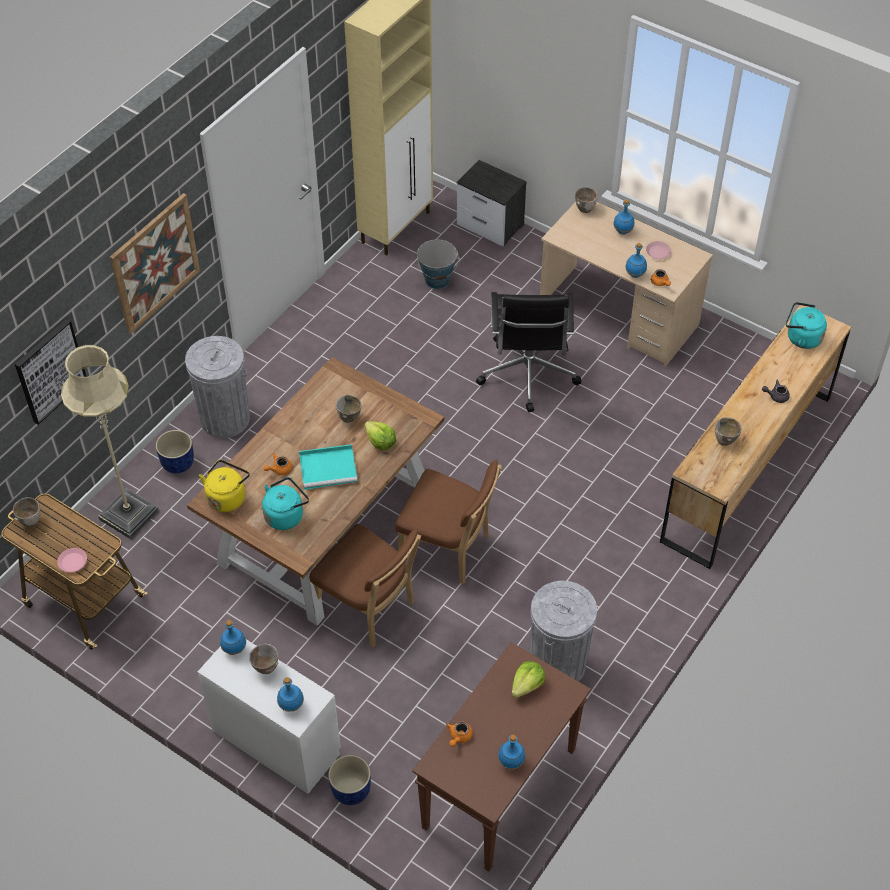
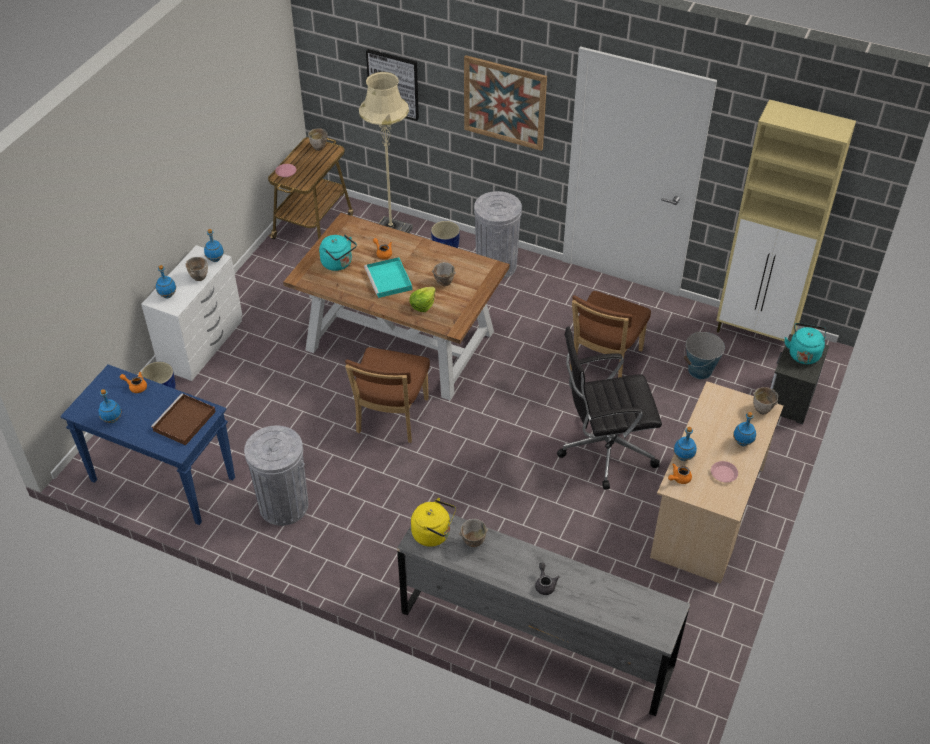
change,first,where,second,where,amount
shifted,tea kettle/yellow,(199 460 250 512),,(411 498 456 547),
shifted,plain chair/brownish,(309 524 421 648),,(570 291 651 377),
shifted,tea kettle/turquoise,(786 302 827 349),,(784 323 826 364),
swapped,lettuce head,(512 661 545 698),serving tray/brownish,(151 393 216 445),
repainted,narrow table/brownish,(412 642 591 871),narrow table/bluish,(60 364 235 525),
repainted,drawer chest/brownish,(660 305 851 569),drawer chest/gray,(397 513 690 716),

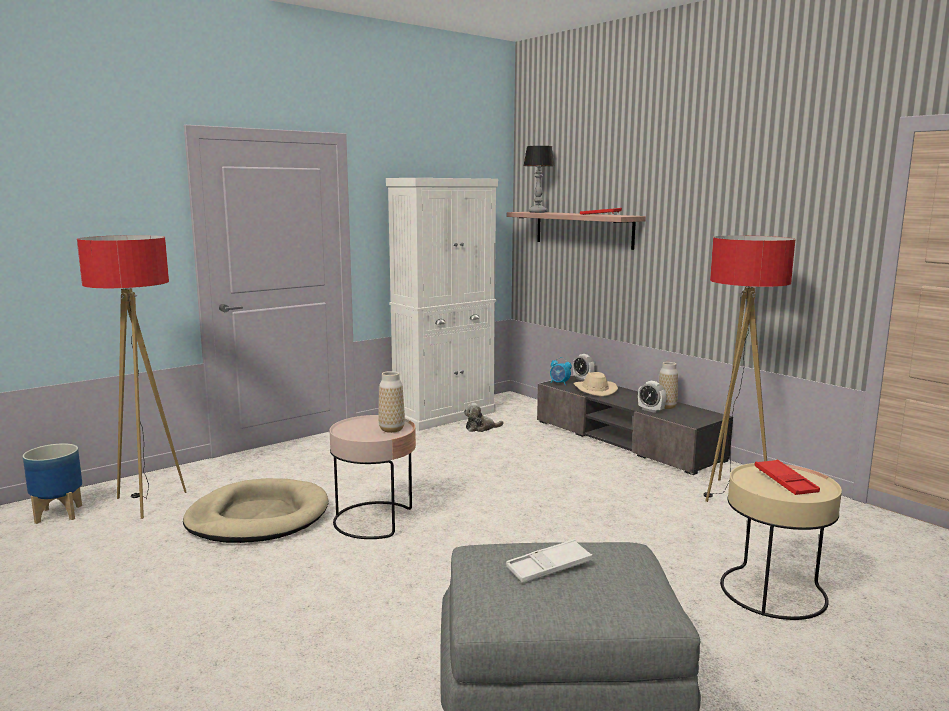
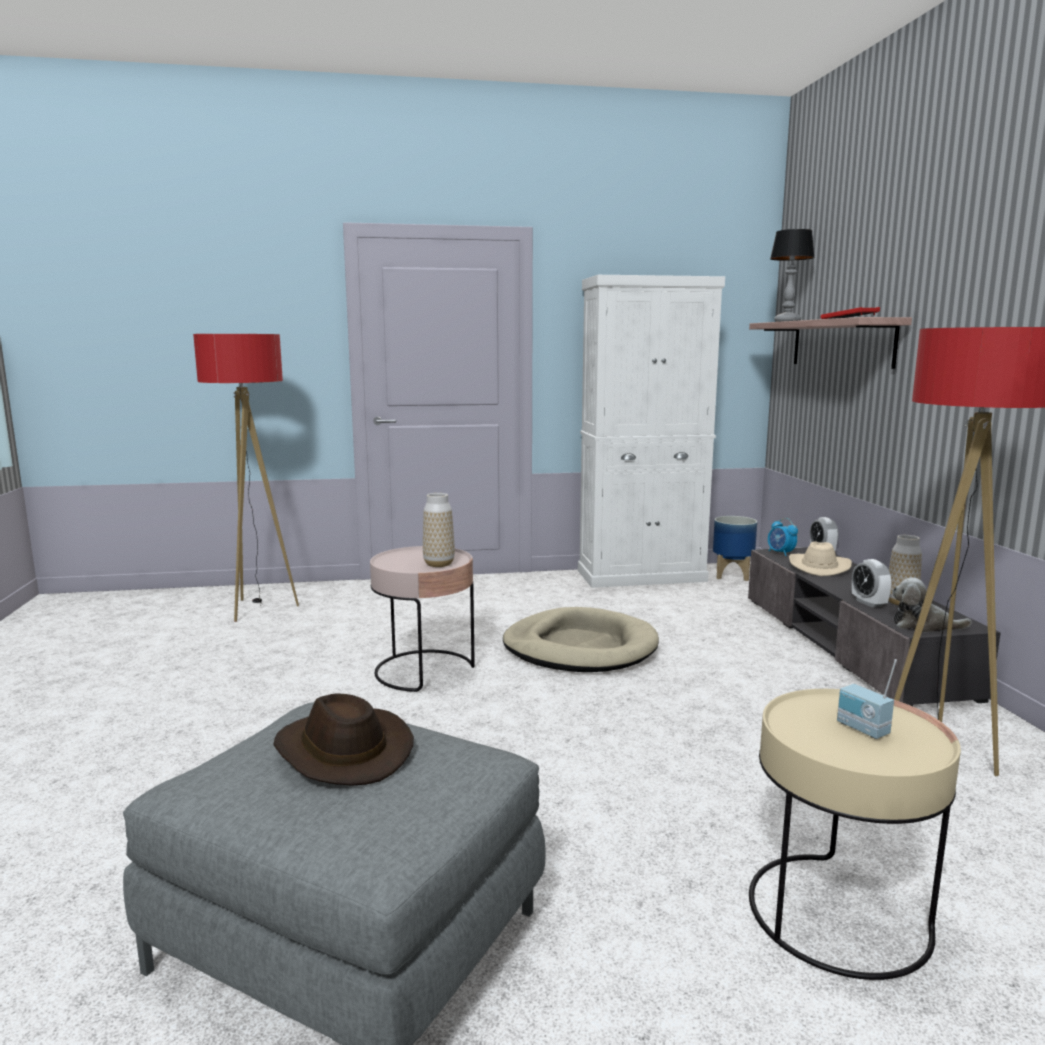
change,first,where,second,where,amount
shifted,planter,(23 443 82 524),,(713 516 757 581),
shifted,dog cushion/beige-coloured,(183 478 329 543),,(503 607 659 672),
shifted,plush toy,(464 403 504 432),,(892 577 972 632),
swapped,serving tray/white-coloured,(506 539 593 583),clothing hat/brownish,(273 693 414 786),
swapped,serving tray/red-coloured,(754 459 820 495),radio set,(837 659 897 739),

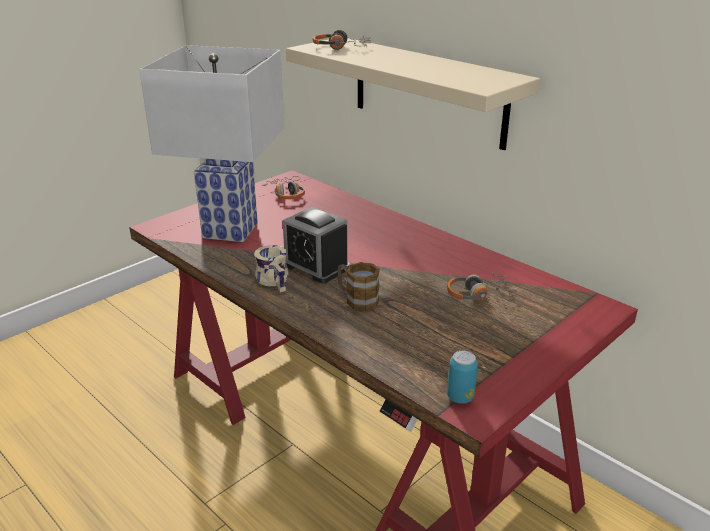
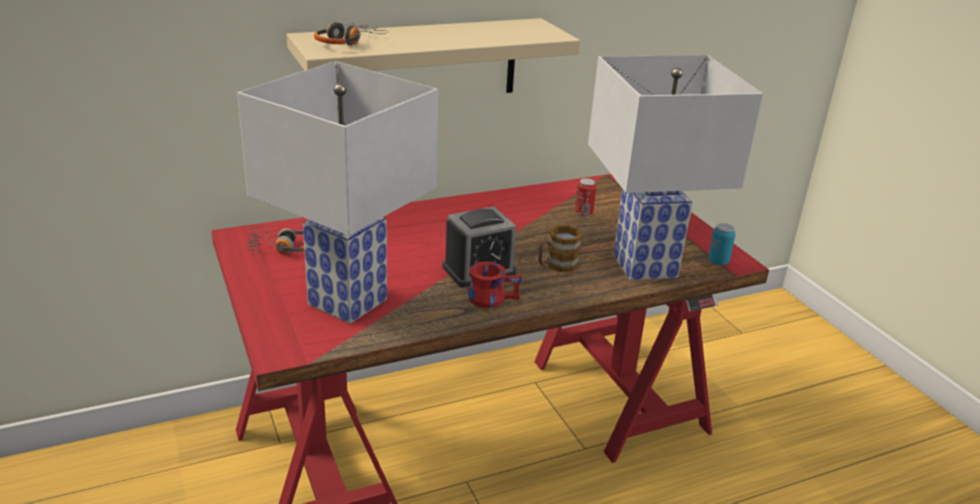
change,first,where,second,where,amount
new,,,lamp for a table/white-coloured,(588 55 763 281),
swapped,pair of headphones,(447 272 519 301),can,(574 178 597 217),
repainted,coffee mug/beige-coloured,(254 245 289 292),coffee mug/red-coloured,(468 261 522 308),

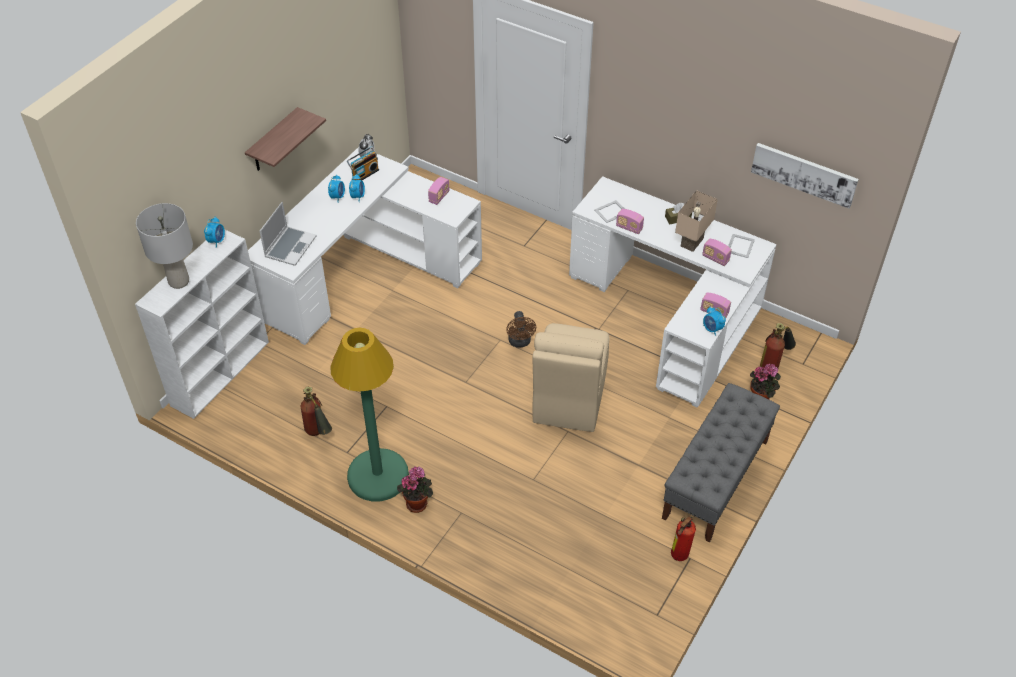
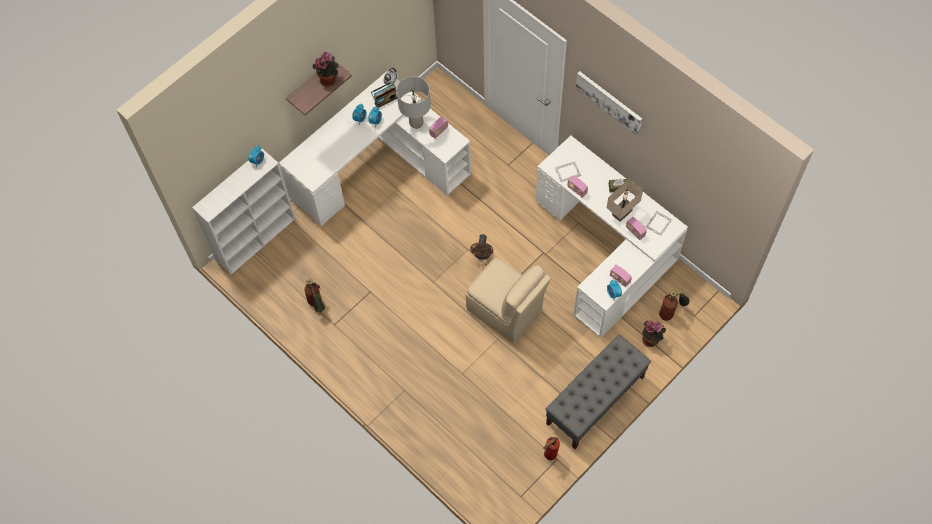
change,first,where,second,where,amount
gone,portable computer,(260 202 317 266),,,
gone,floor lamp/green,(330 328 409 501),,,
shifted,lamp for a table/gray,(136 203 193 289),,(397 76 431 129),
shifted,potted plant,(397 466 433 513),,(313 52 339 87),
shifted,picture,(751 143 859 208),,(576 71 642 136),
rotated,plain chair/beige-coloured,(532 323 609 432),,(466 258 551 344),75 degrees counterclockwise

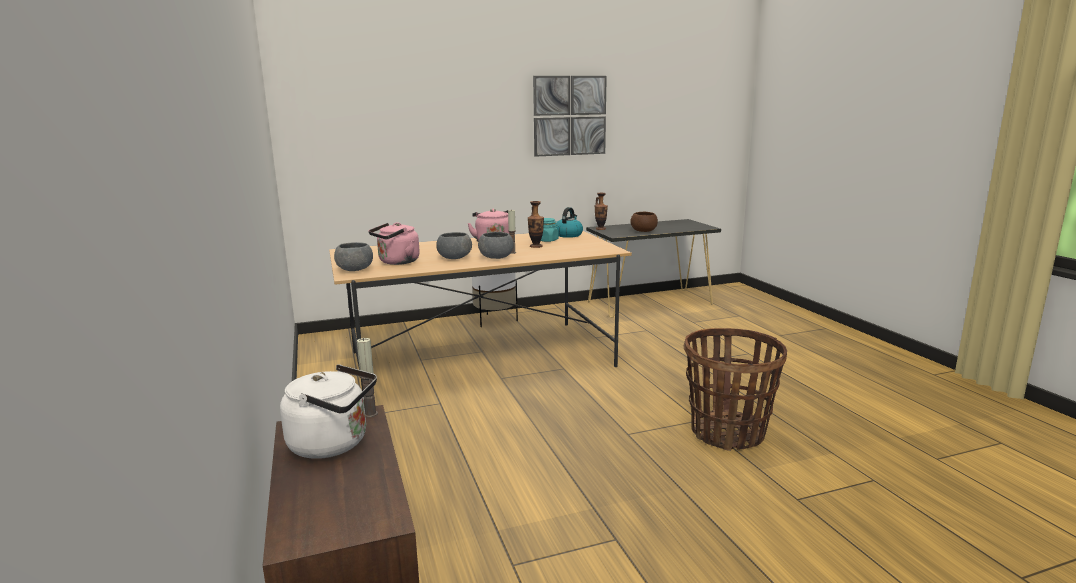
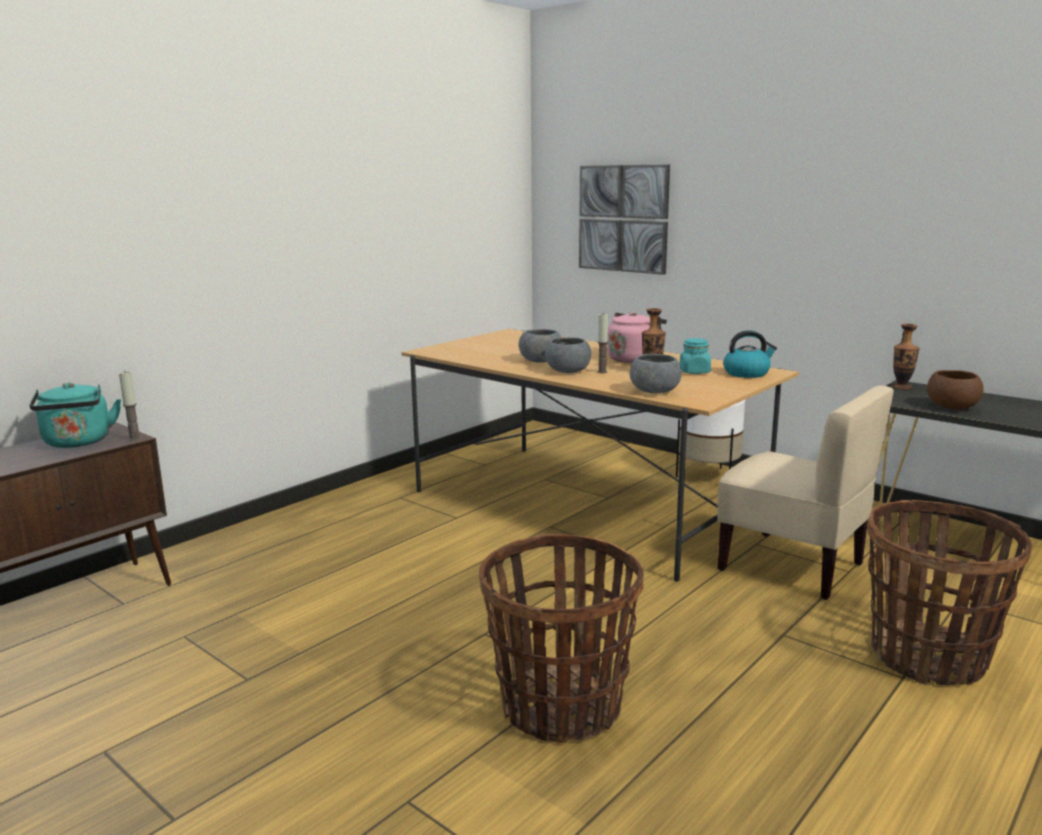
change,first,where,second,where,amount
gone,tea kettle/pinkish,(369 222 420 265),,,
new,,,plain chair/beige-coloured,(717 385 894 600),
new,,,storage basket,(867 500 1032 686),
shifted,bowl/gray,(334 242 373 271),,(630 354 682 393),
shifted,picture,(533 76 607 157),,(579 164 670 275),
repainted,tea kettle/white-coloured,(280 364 377 459),tea kettle/turquoise,(30 382 121 448),

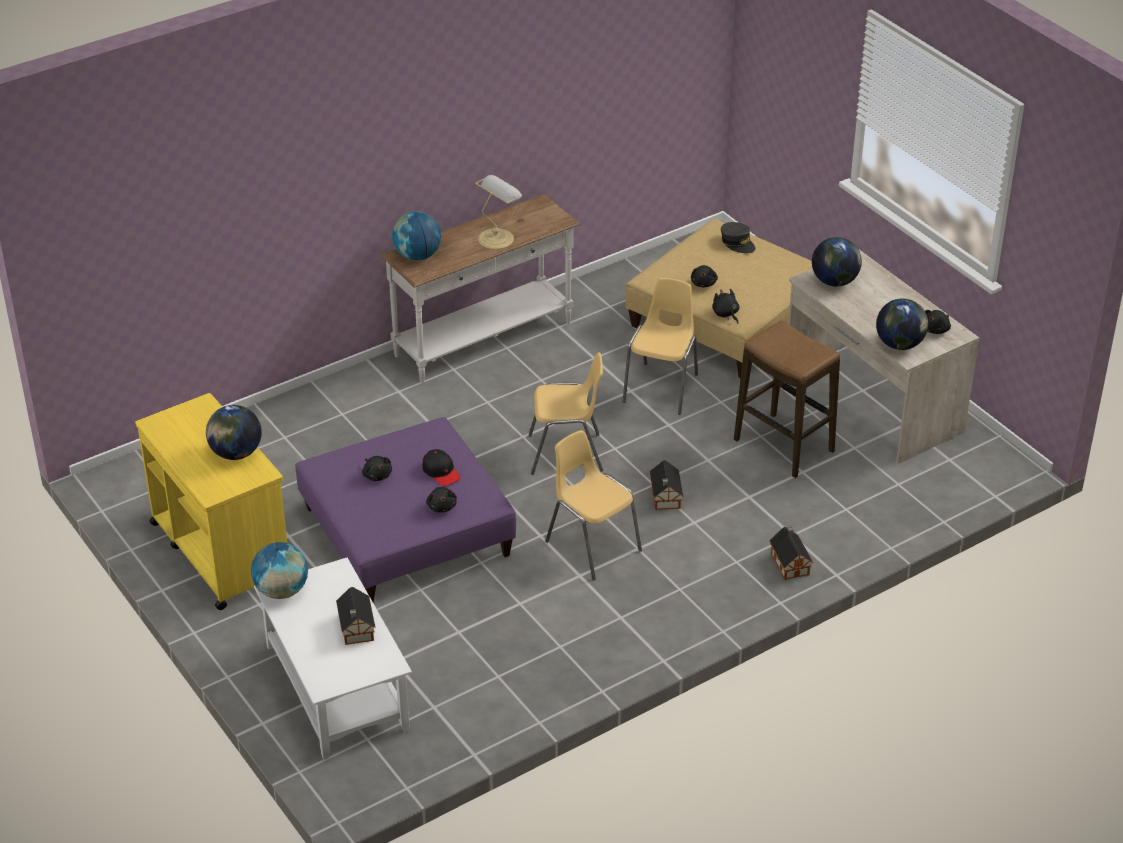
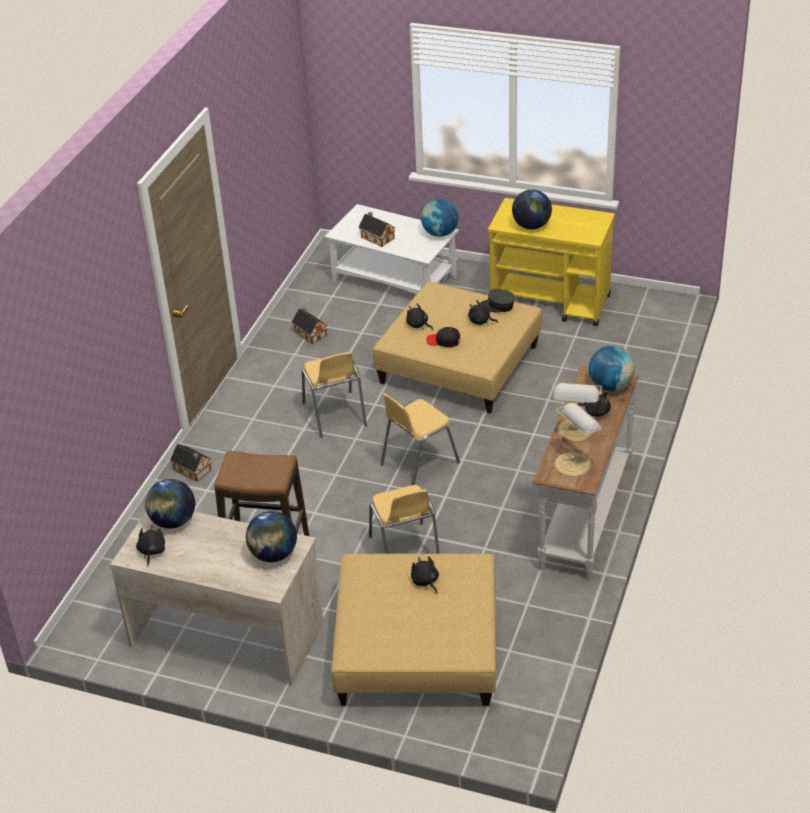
change,first,where,second,where,amount
new,,,lamp for a table,(555 403 601 477),
shifted,miniature house,(650 460 683 510),,(291 307 328 344),
shifted,plush toy/black,(712 289 740 324),,(578 392 611 417),
shifted,baseball cap/gray,(721 222 755 253),,(480 289 515 312),
repainted,pouffe/purple-coloured,(295 417 516 602),pouffe/beige-coloured,(373 281 542 414),
rotated,plain chair/yellow,(545 430 642 580),,(302 352 367 438),60 degrees clockwise

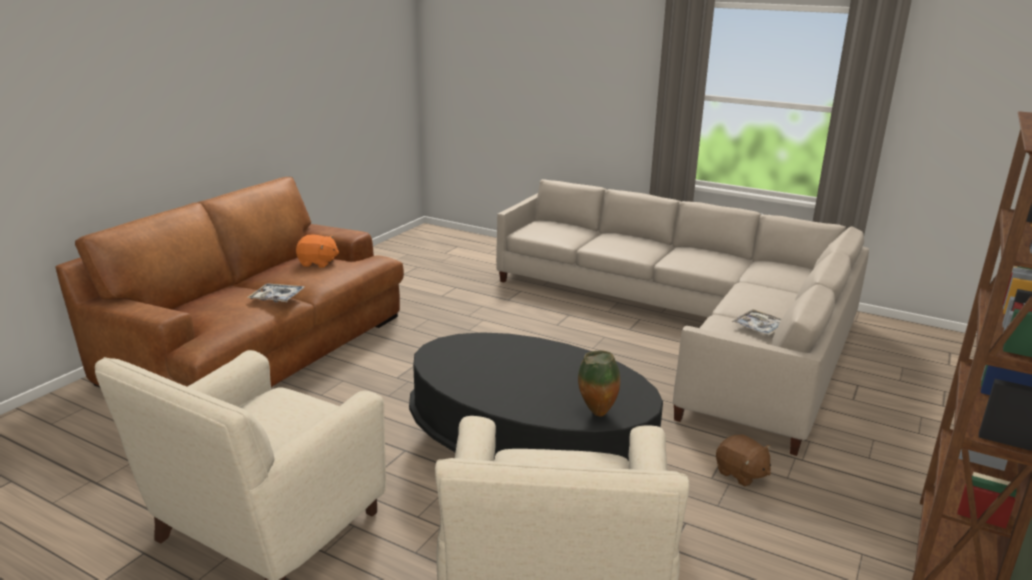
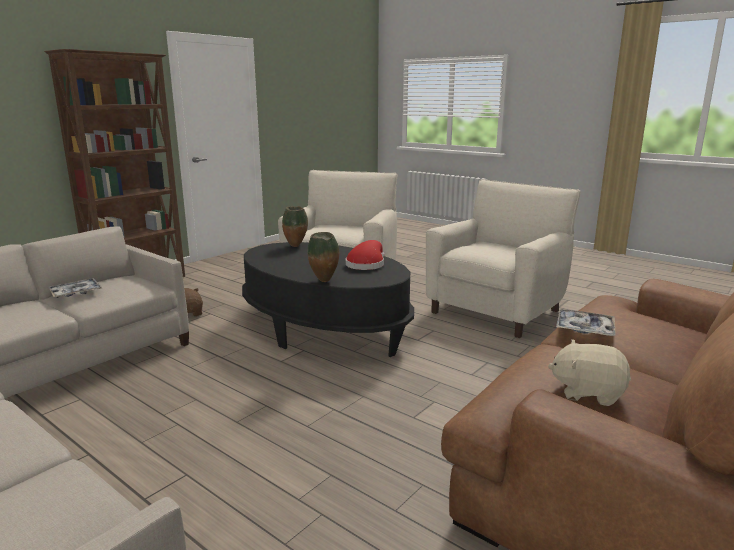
change,first,where,second,where,amount
new,,,vase,(307 232 339 282),
new,,,clothing hat/red-coloured,(346 240 385 270),
repainted,plush toy/orange-coloured,(296 235 339 268),plush toy/beige-coloured,(548 339 631 406),

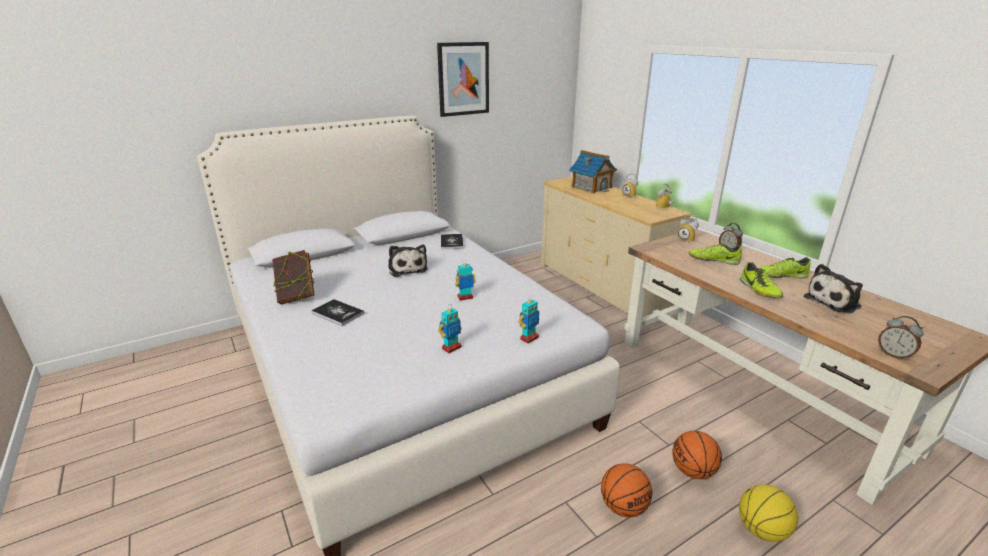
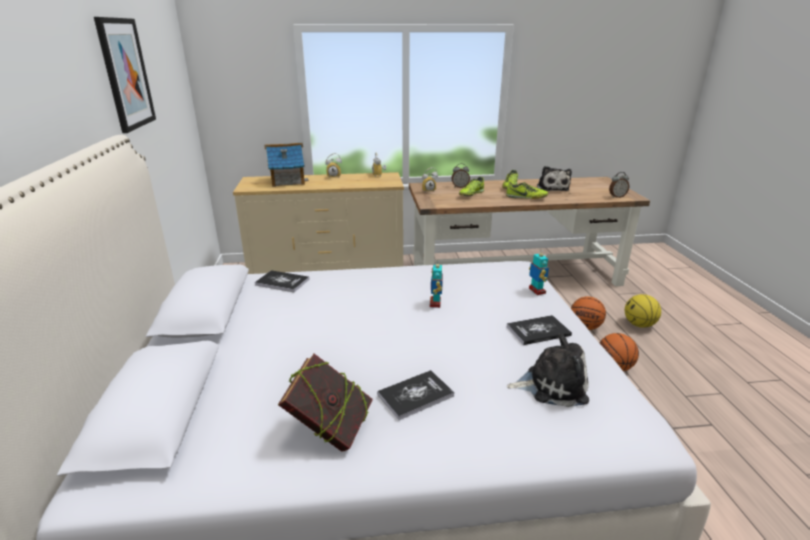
change,first,where,second,where,amount
shifted,plush toy,(388 245 427 277),,(507 333 589 407),
swapped,toy robot,(438 304 462 353),volume,(506 315 572 345),

